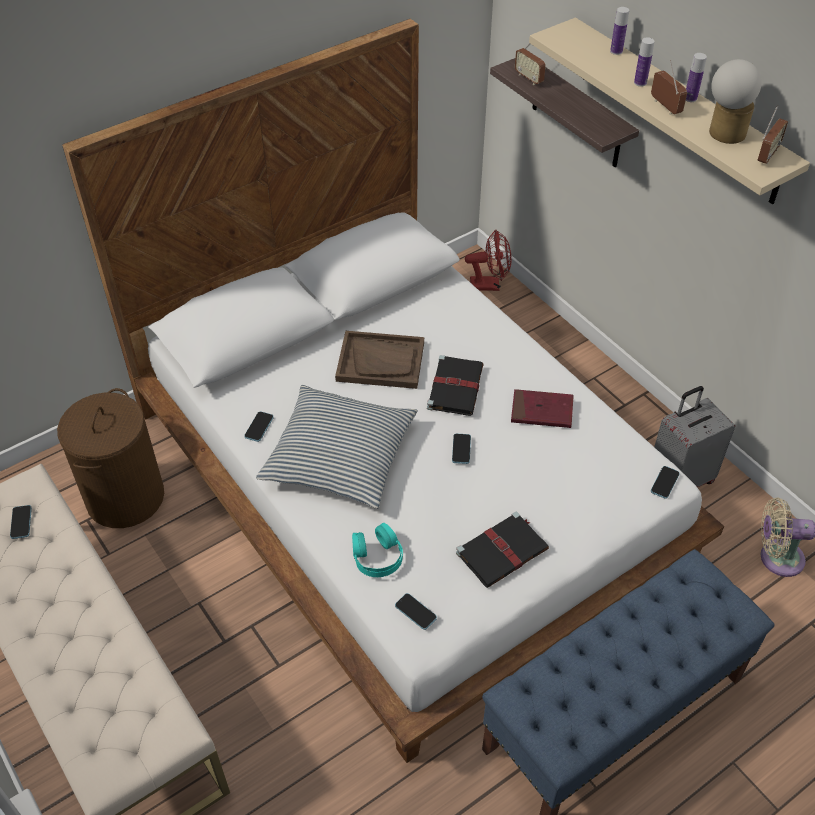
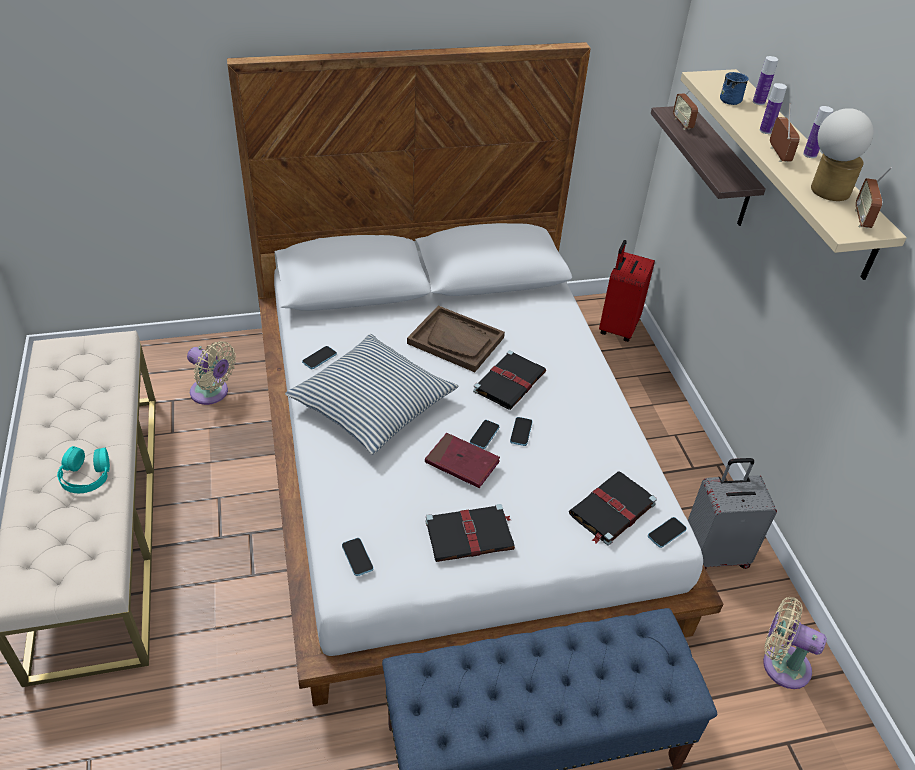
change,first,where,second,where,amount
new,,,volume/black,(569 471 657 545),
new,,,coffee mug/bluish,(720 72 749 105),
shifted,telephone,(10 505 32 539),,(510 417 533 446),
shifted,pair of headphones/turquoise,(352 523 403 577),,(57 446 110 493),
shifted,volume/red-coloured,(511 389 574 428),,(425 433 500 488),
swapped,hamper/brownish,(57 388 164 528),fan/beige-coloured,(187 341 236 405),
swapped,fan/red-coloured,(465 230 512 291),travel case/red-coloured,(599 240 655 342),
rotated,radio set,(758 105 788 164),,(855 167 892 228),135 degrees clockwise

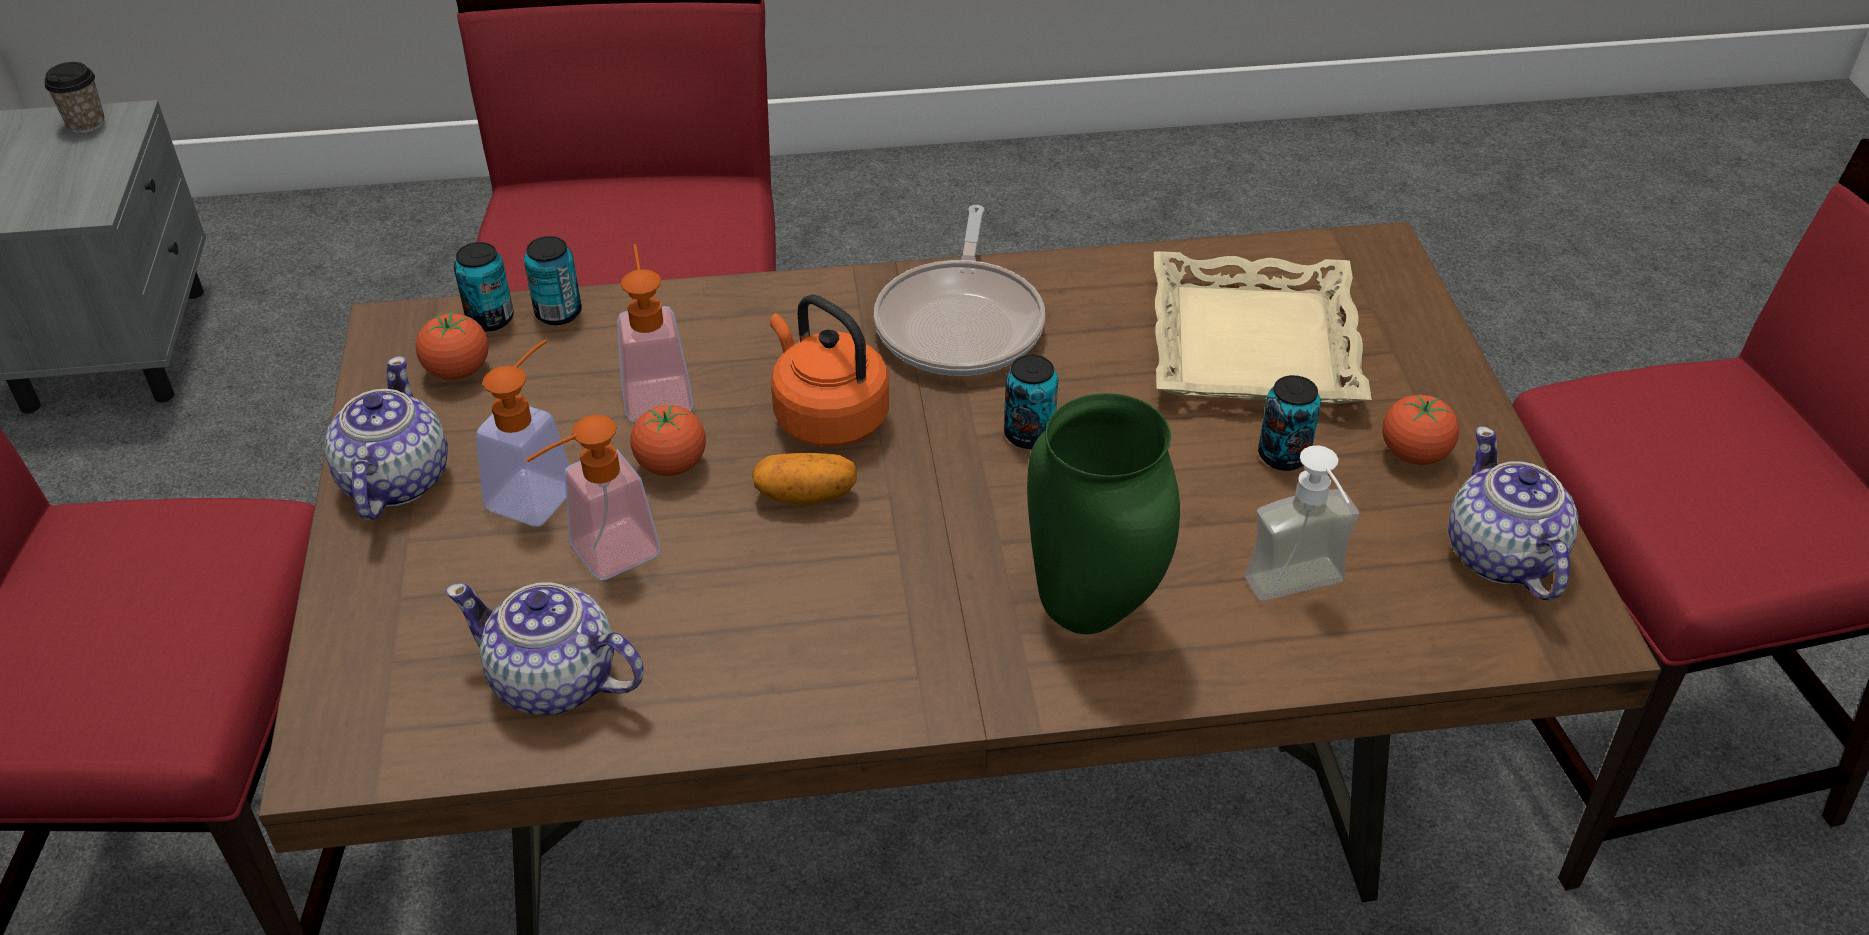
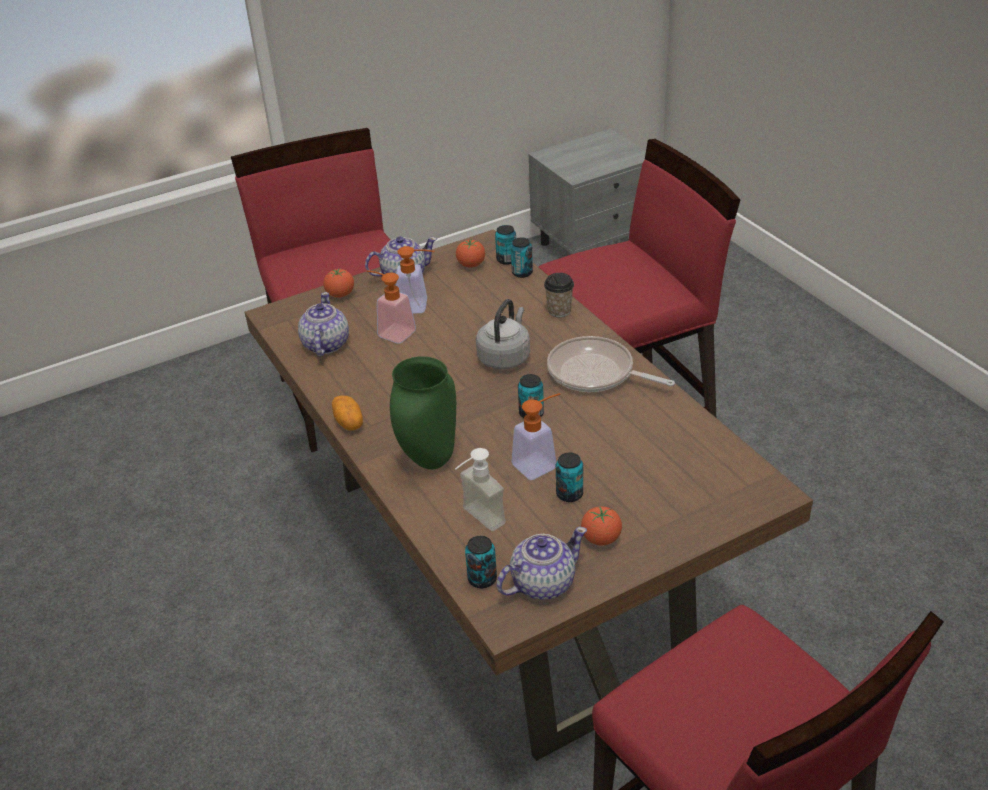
change,first,where,second,where,amount
gone,serving tray/beige-coloured,(1154 251 1372 404),,,
new,,,can,(465 536 497 588),
shifted,cup,(44 62 105 133),,(544 273 574 317),
shifted,soap bottle,(617 244 694 422),,(512 393 560 480),
shifted,tomato,(630 405 706 476),,(323 268 354 298),
shifted,spud,(752 453 857 505),,(332 396 363 431),
repainted,tea kettle/orange-coloured,(770 295 889 447),tea kettle/gray,(476 299 530 370),
rotated,skillet,(874 205 1045 376),,(547 336 675 392),45 degrees clockwise

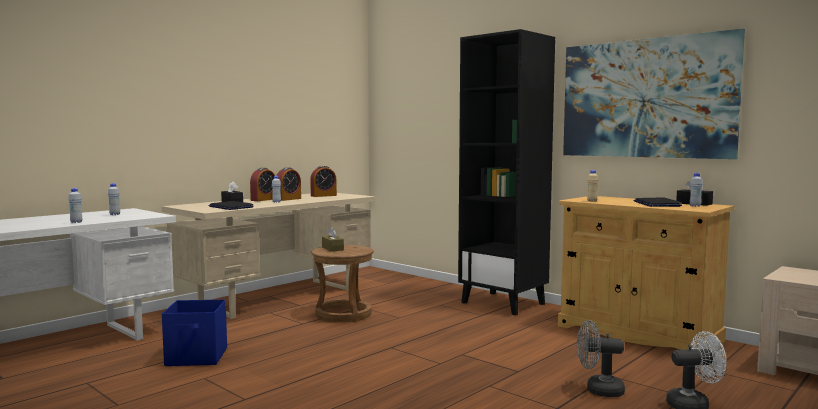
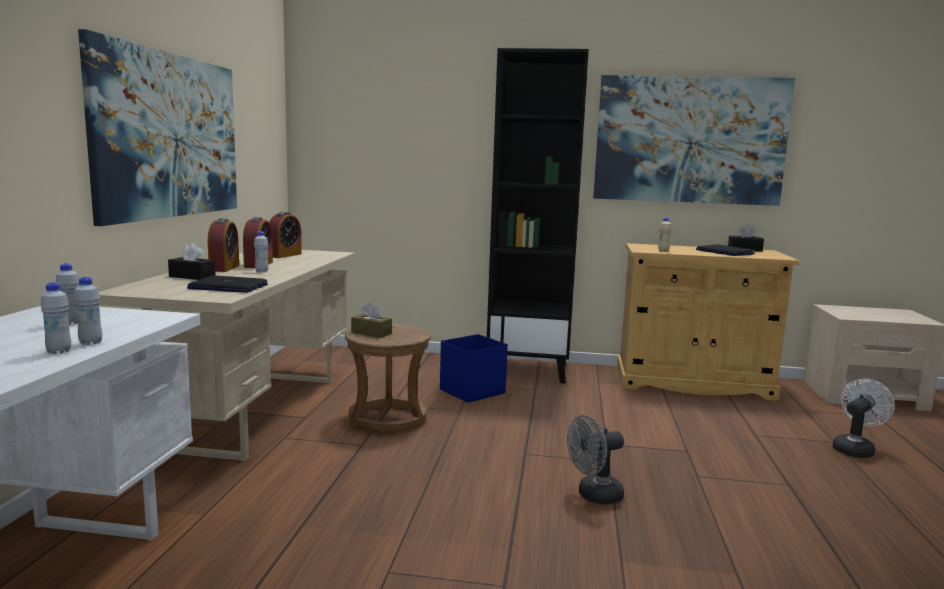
change,first,where,second,where,amount
new,,,picture,(78 29 237 226),
shifted,storage box/bluish,(162 299 227 366),,(440 334 508 403),
shifted,fan/gray,(577 320 625 397),,(567 415 624 505),
shifted,beverage bottle/white-coloured,(690 173 703 207),,(74 277 102 345),

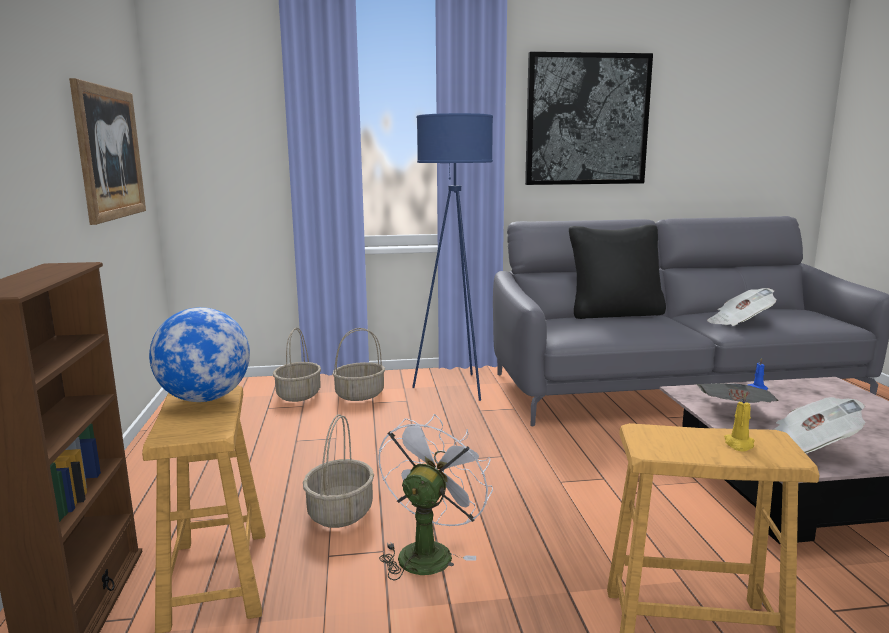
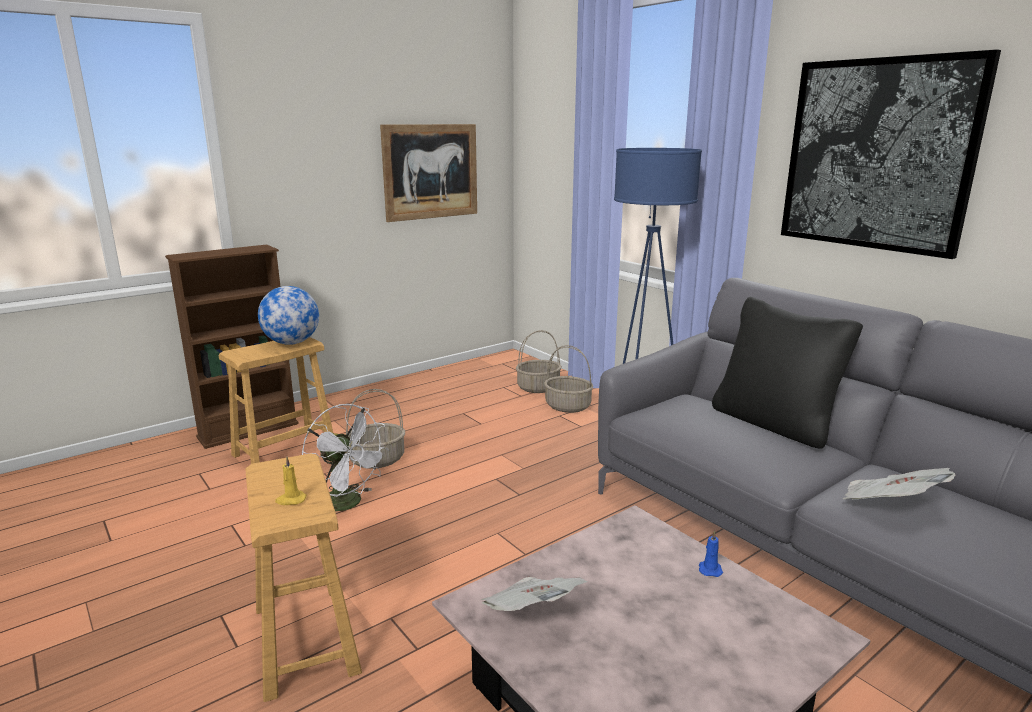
change,first,where,second,where,amount
gone,daily paper,(696 383 778 403),,,
rotated,fan/white-coloured,(378 414 493 580),,(302 404 390 511),45 degrees clockwise

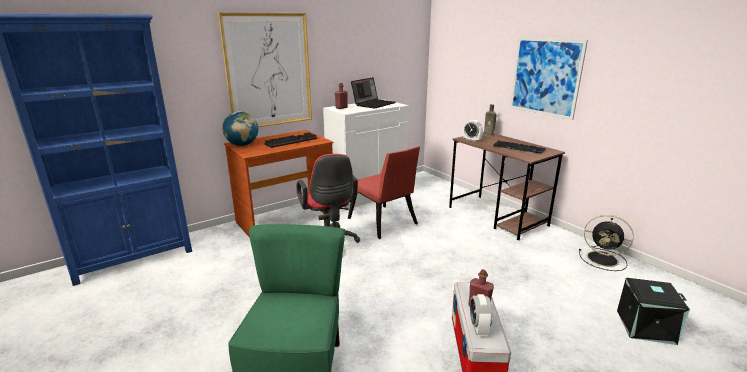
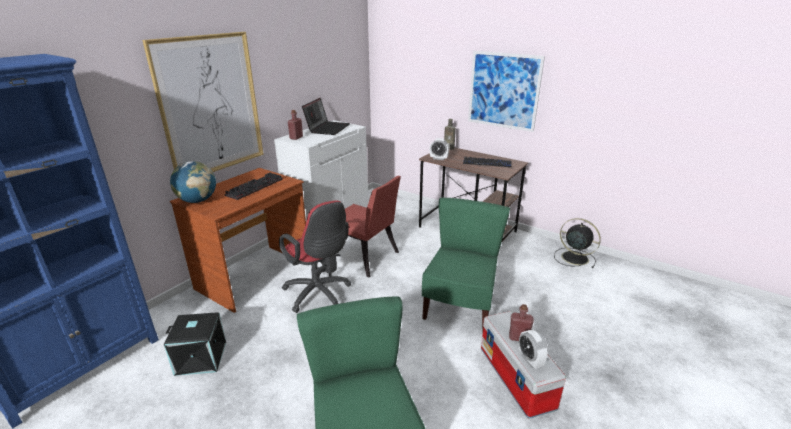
change,first,where,second,where,amount
new,,,plain chair/green,(422 198 510 333),
shifted,storage box/black,(617 278 690 345),,(164 312 226 376),
rotated,fan/black,(579 215 634 271),,(554 218 601 268),150 degrees counterclockwise

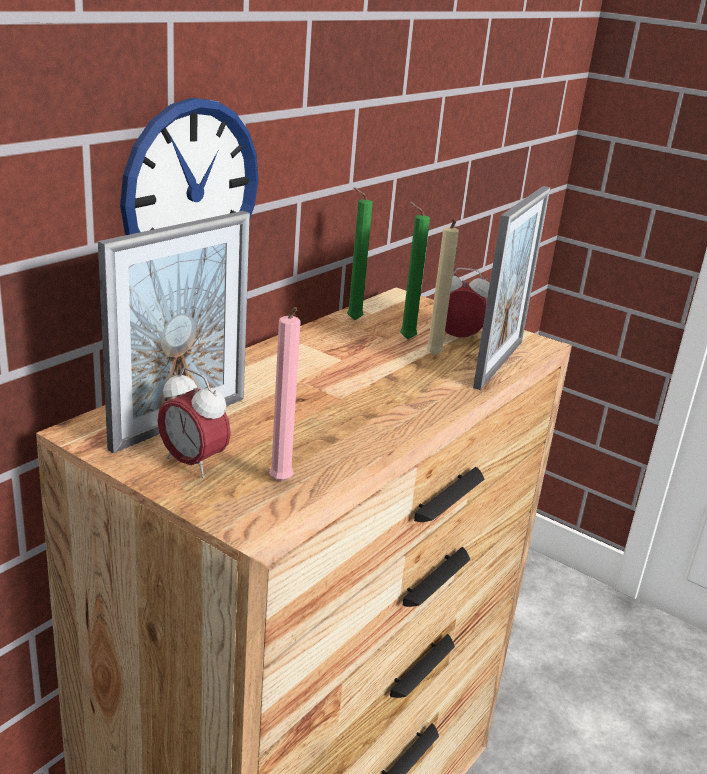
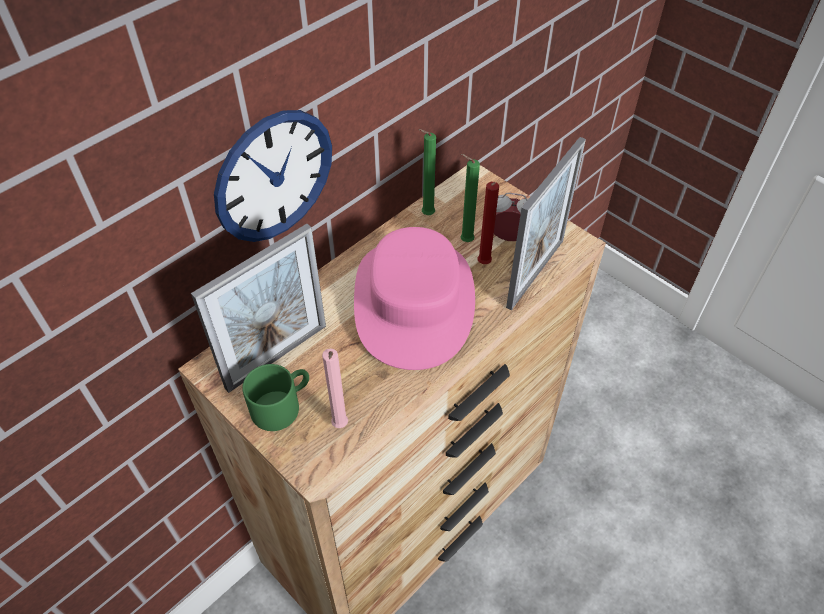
change,first,where,second,where,amount
new,,,clothing hat/pinkish,(354 227 475 370),
swapped,bedside clock,(157 368 231 478),coffee mug/green,(242 364 309 431),
repainted,wax candle/beige-coloured,(426 218 459 355),wax candle/red-coloured,(478 182 499 264),

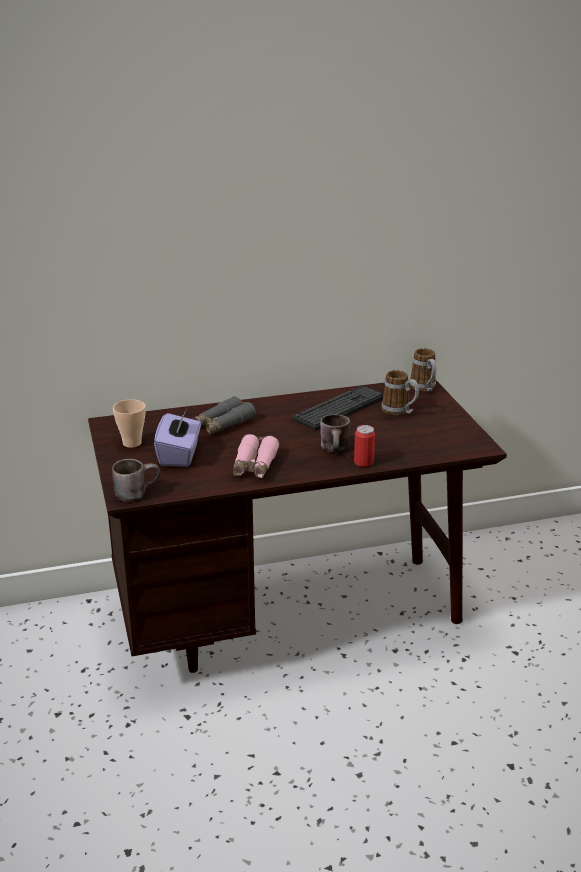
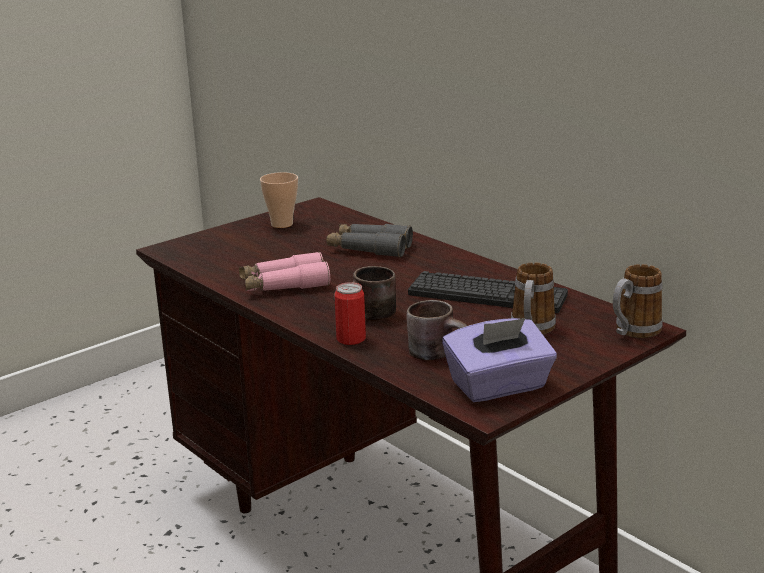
change,first,where,second,where,amount
shifted,coffee mug/brownish,(112 459 160 502),,(407 300 467 360),
shifted,box of tissues/purple-coloured,(154 410 201 467),,(442 318 557 402),

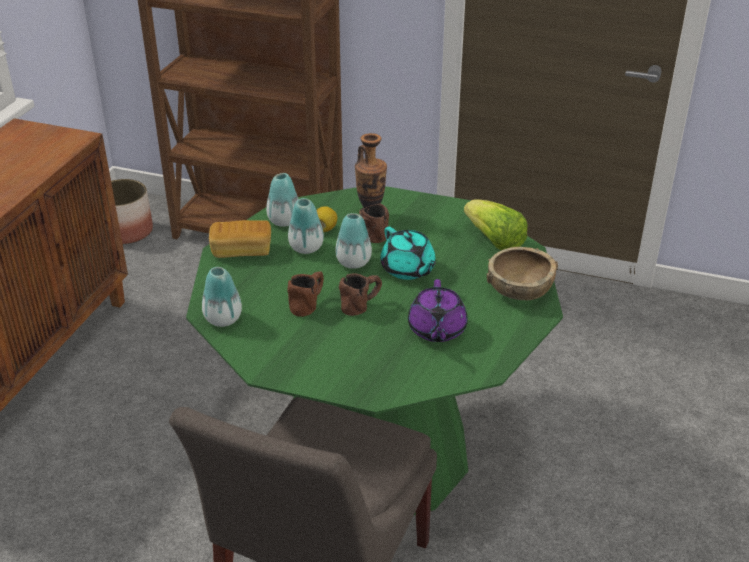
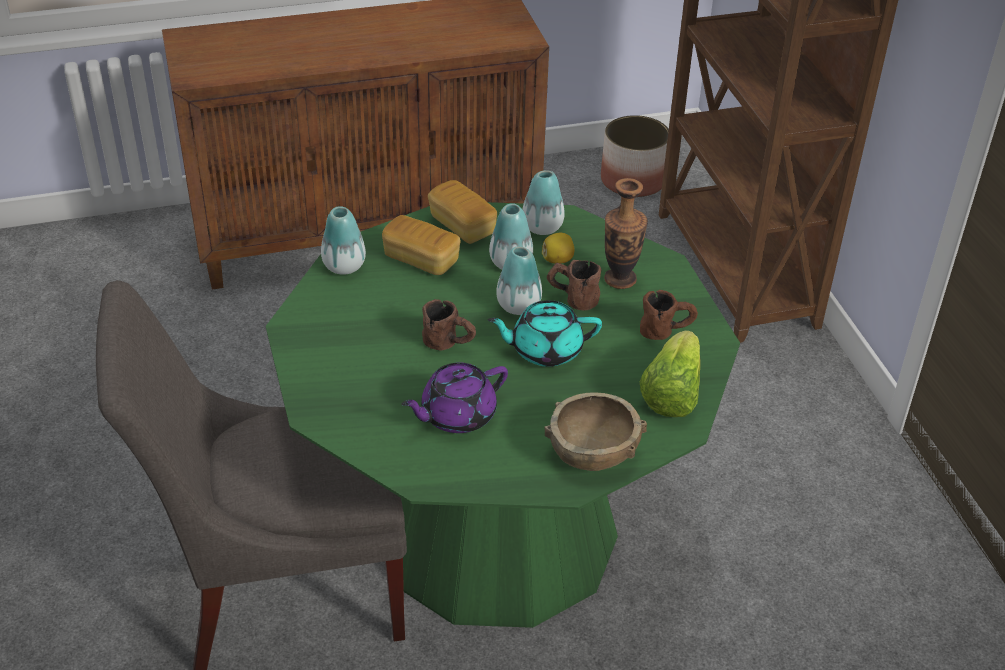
change,first,where,second,where,amount
new,,,baked bread,(382 215 460 275),
shifted,coffee mug/brownish,(288 272 324 317),,(640 290 698 340),
rotated,teapot/turquoise,(380 227 436 280),,(488 300 602 367),60 degrees clockwise

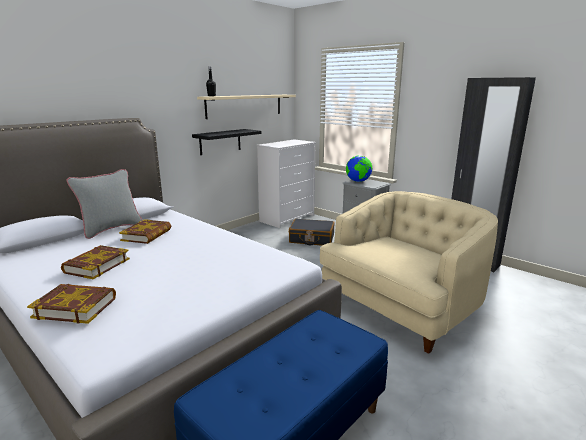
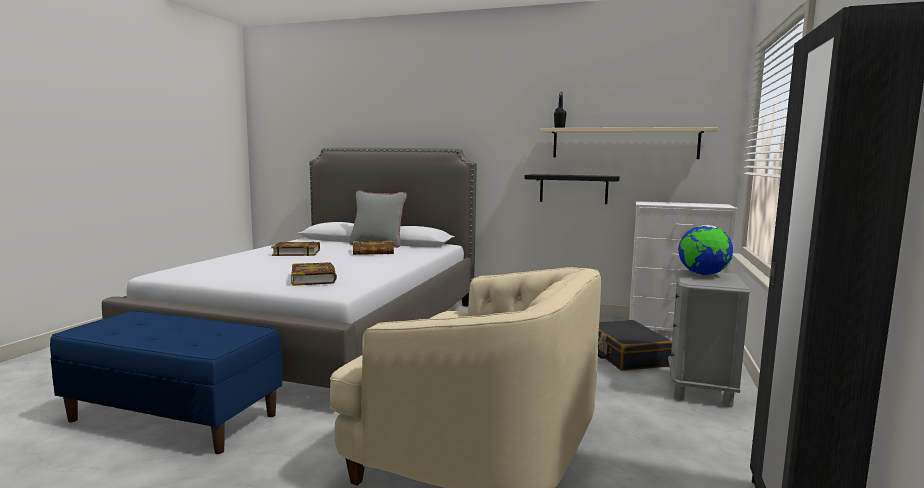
change,first,where,second,where,amount
shifted,volume,(27 284 116 324),,(291 262 337 286),

